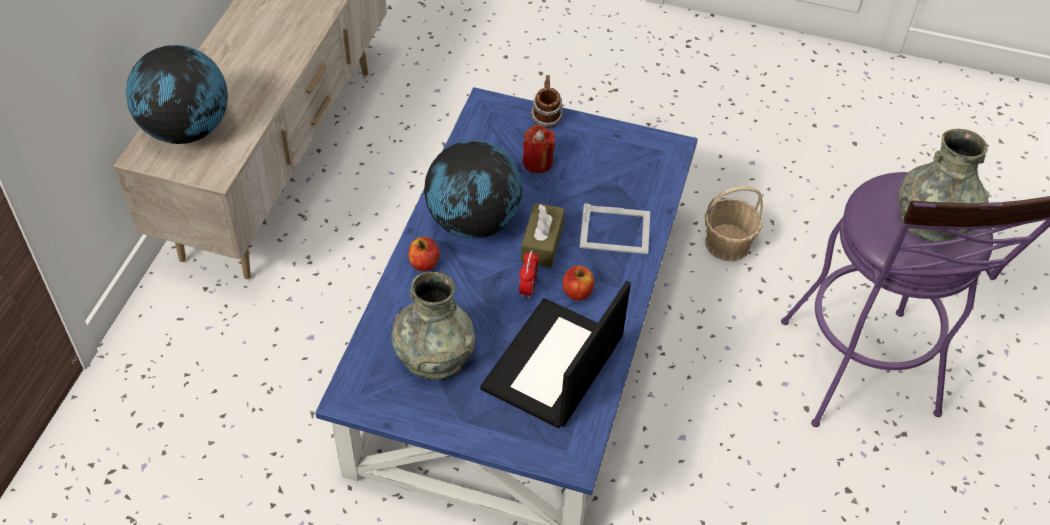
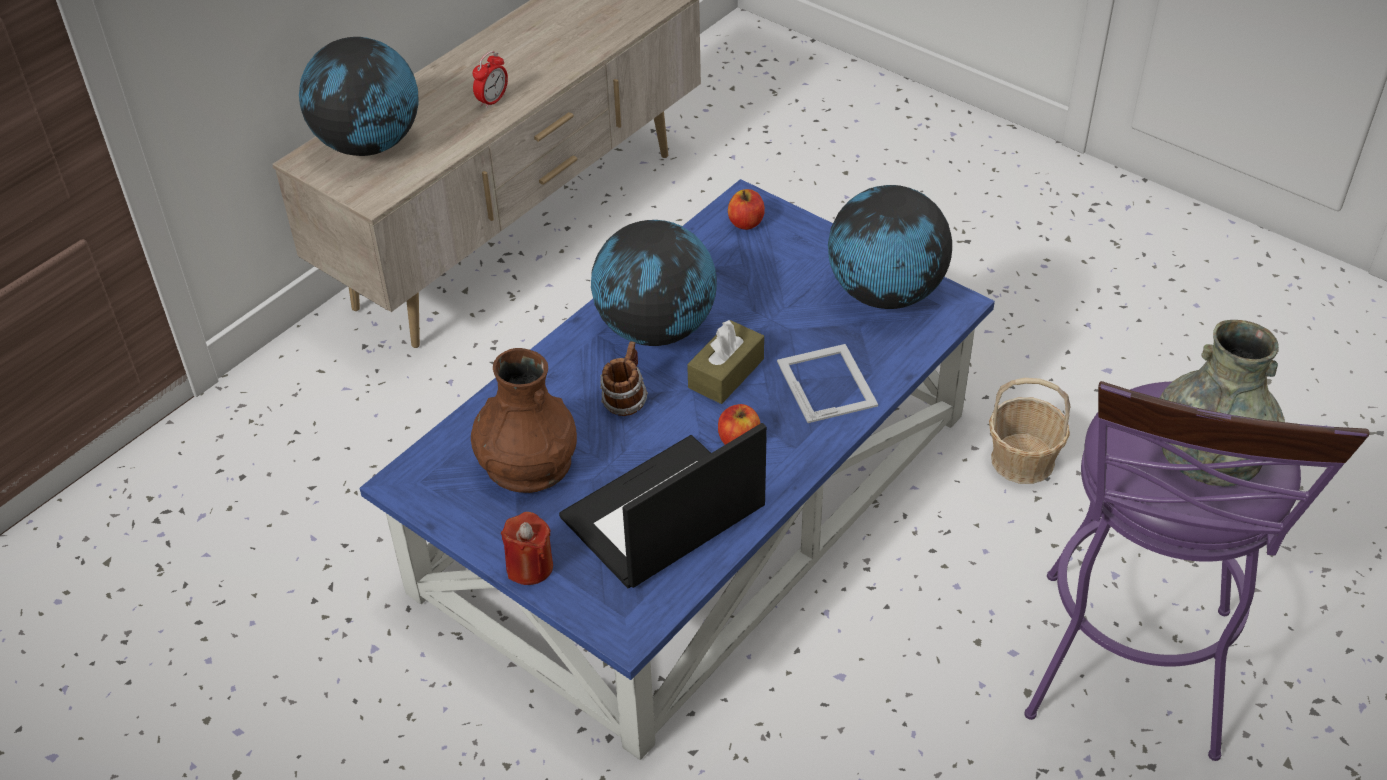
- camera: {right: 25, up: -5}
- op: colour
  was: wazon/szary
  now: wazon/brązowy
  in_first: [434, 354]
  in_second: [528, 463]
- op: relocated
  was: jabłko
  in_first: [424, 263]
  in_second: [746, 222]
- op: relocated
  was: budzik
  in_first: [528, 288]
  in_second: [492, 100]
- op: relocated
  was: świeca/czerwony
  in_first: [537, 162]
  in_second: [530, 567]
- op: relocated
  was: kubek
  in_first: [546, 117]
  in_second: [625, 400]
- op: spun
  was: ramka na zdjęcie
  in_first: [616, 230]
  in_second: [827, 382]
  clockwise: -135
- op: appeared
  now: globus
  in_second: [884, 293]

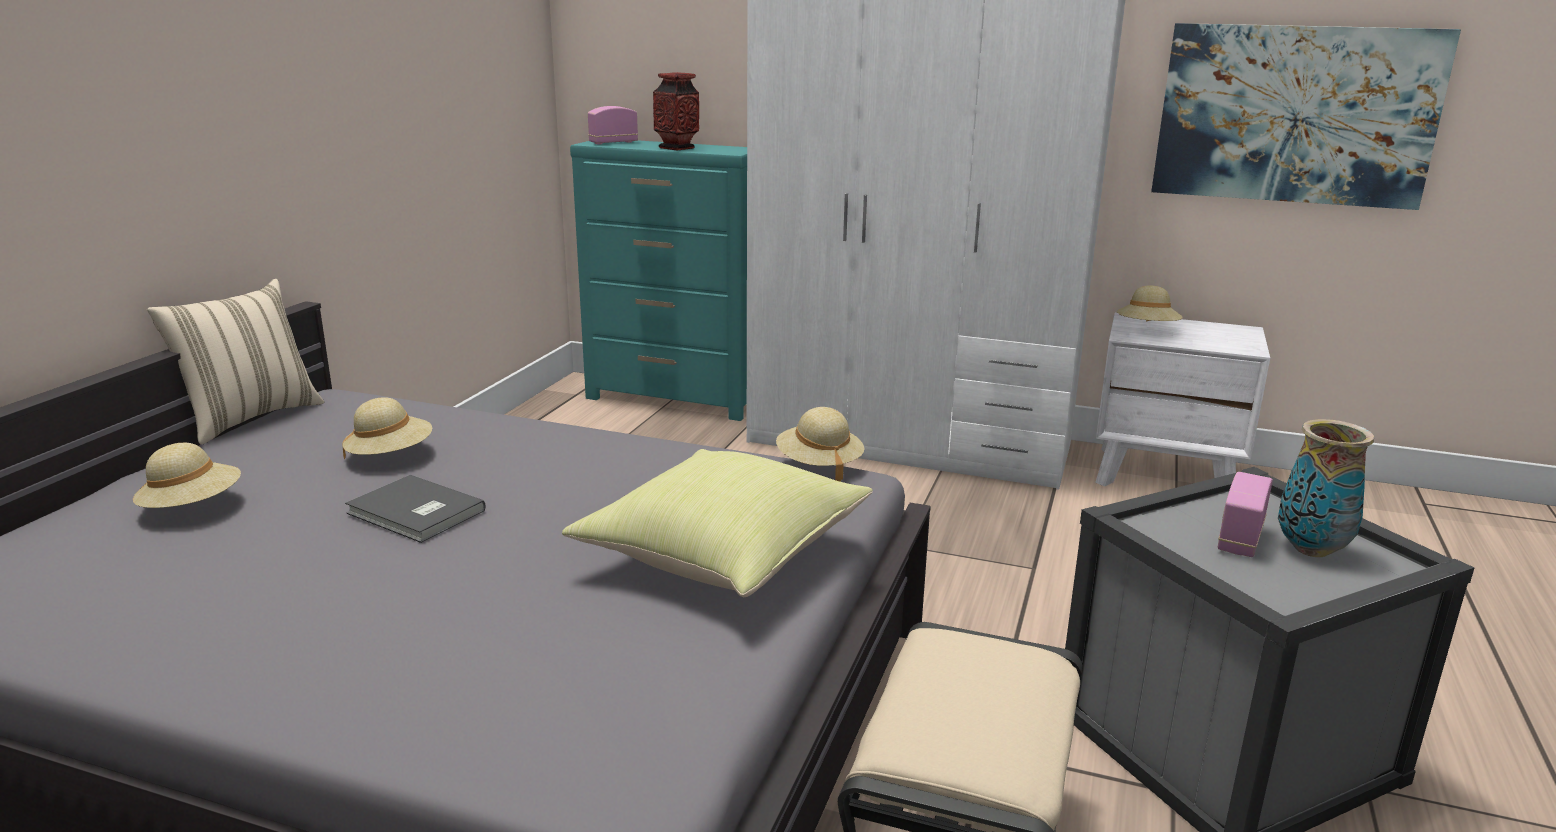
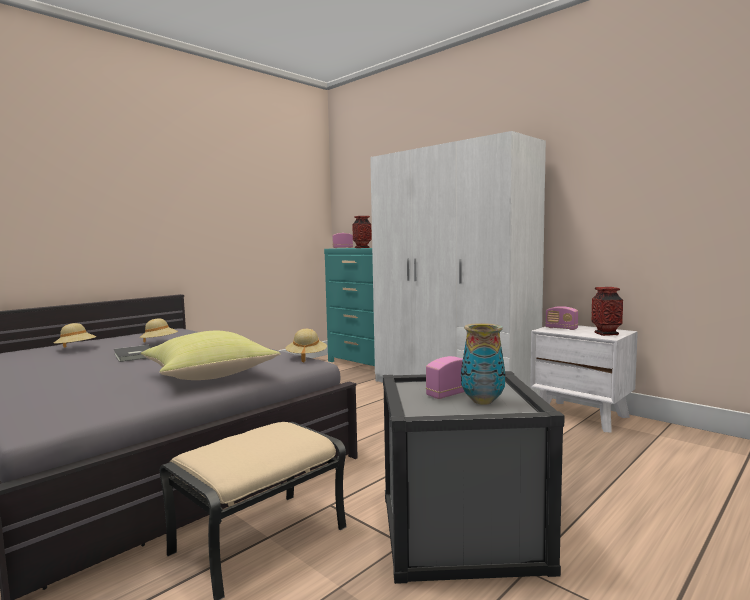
- camera: {right: 25, up: -15}
- op: missing
  was: poduszka/beżowy
  in_first: [249, 418]
- op: exchanged
  was: kapelusz/beżowy
  now: radio
  in_first: [1147, 330]
  in_second: [561, 328]
- op: missing
  was: obraz
  in_first: [1295, 115]
- op: appeared
  now: wazon
  in_second: [606, 334]

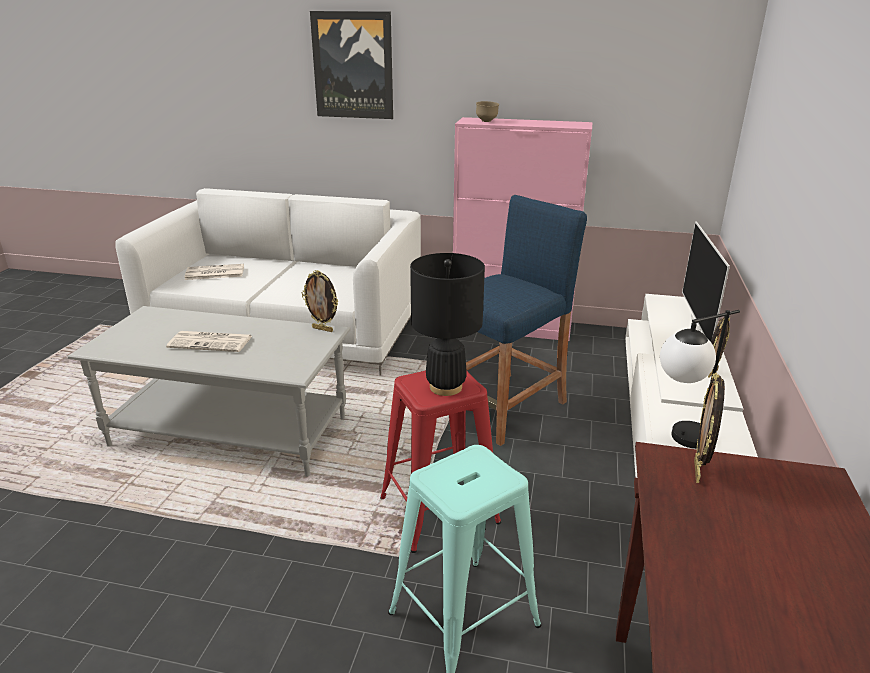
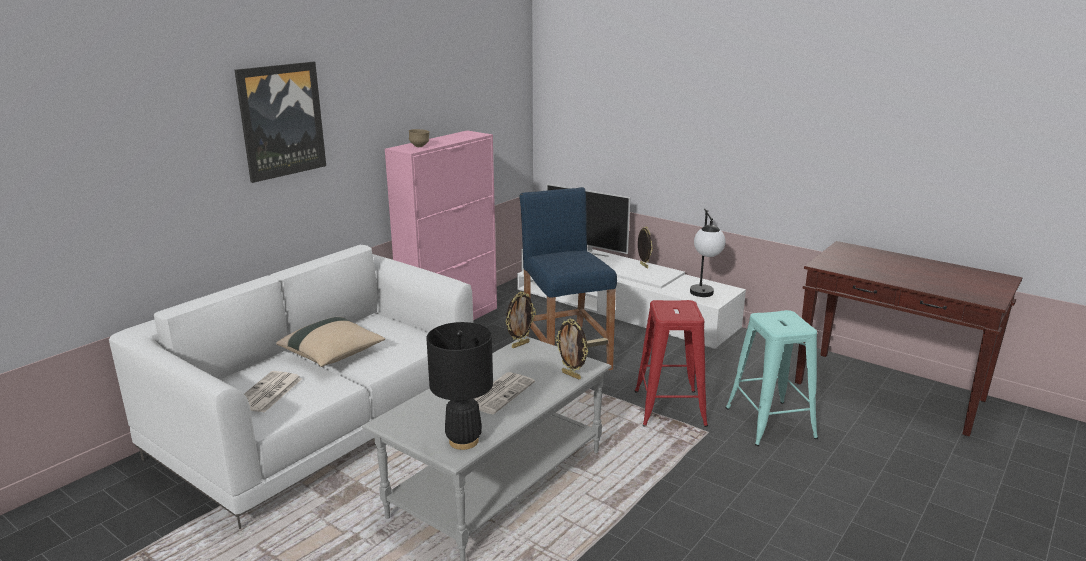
- camera: {right: -65, up: -5}
- op: relocated
  was: lampa stołowa/czarny
  in_first: [445, 387]
  in_second: [463, 441]
- op: relocated
  was: ramka na zdjęcie
  in_first: [698, 471]
  in_second: [572, 375]
- op: appeared
  now: poduszka/beżowy
  in_second: [333, 355]

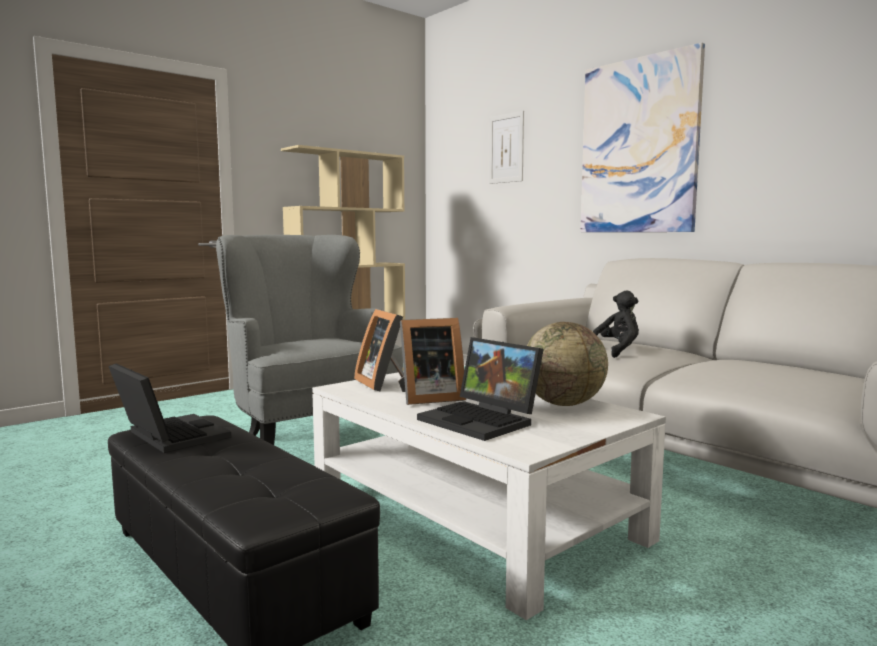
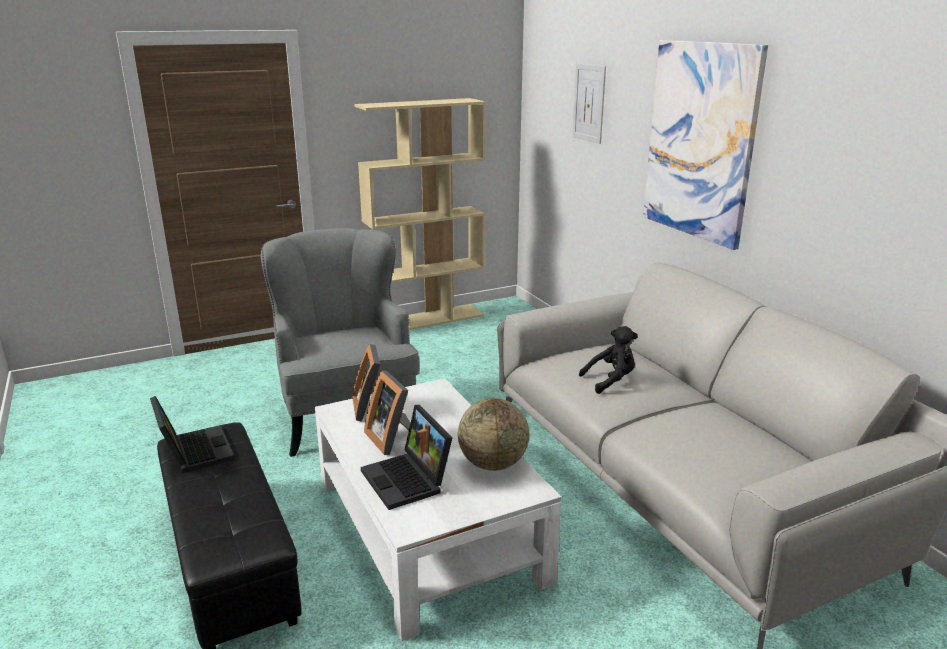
- camera: {right: 15, up: 15}
- op: spun
  was: ramka na zdjęcie
  in_first: [428, 398]
  in_second: [391, 438]
  clockwise: 60

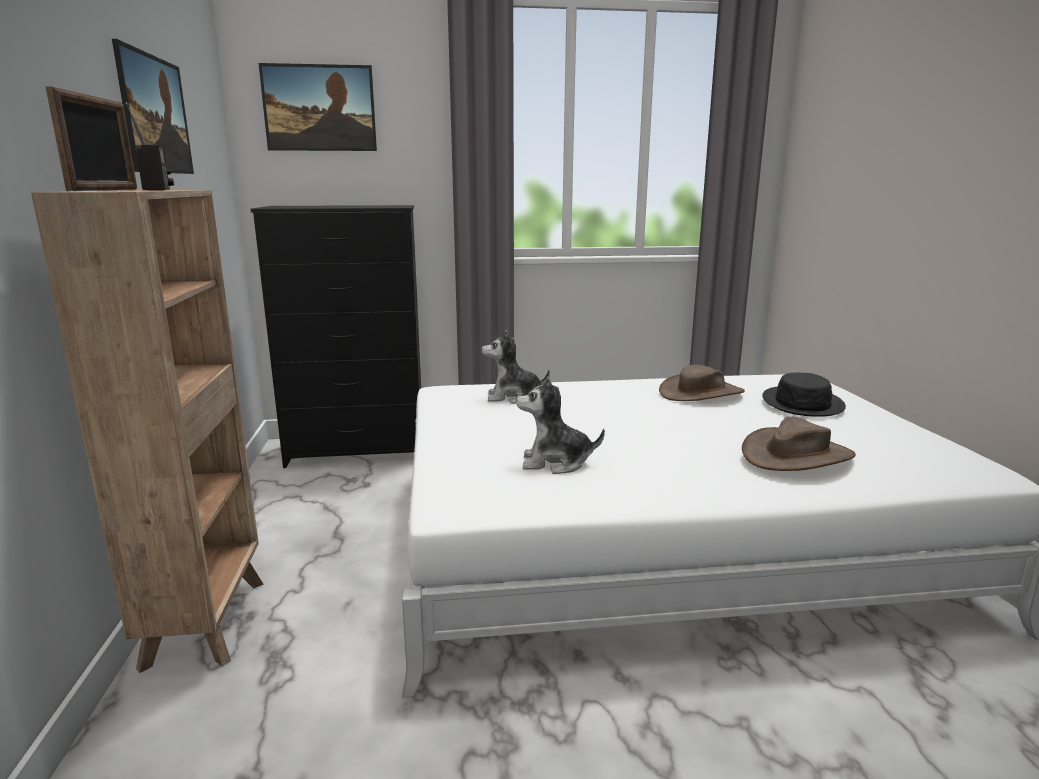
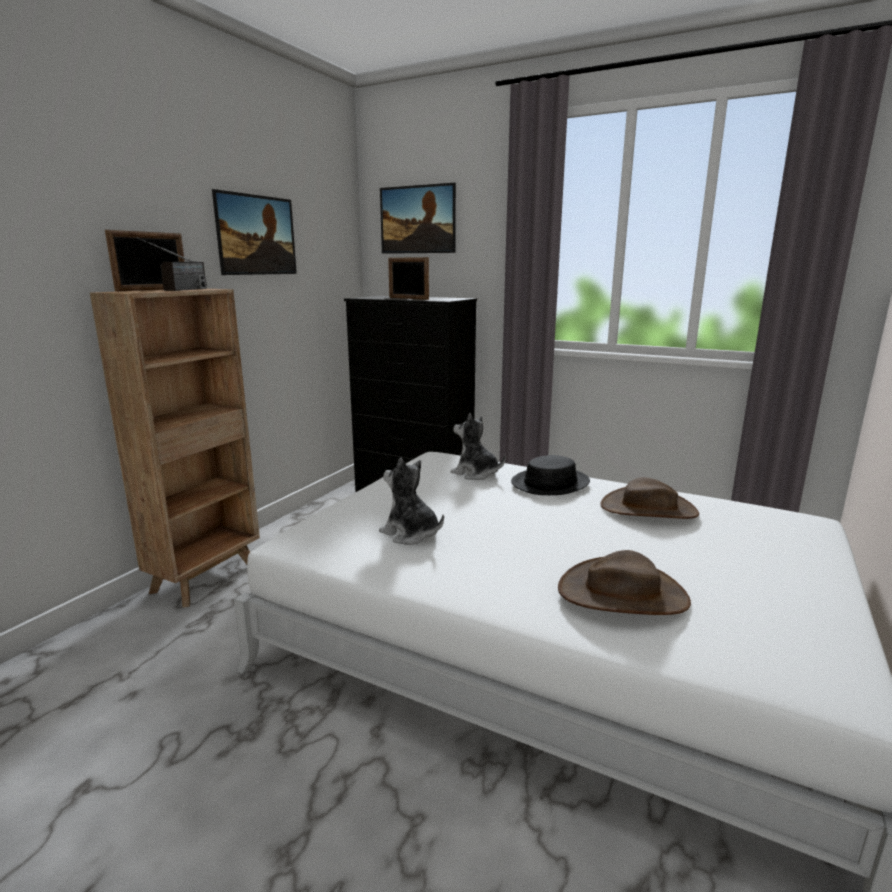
- camera: {right: 35, up: 0}
- op: relocated
  was: kapelusz/czarny
  in_first: [802, 403]
  in_second: [550, 483]
- op: appeared
  now: ramka na zdjęcie
  in_second: [408, 298]

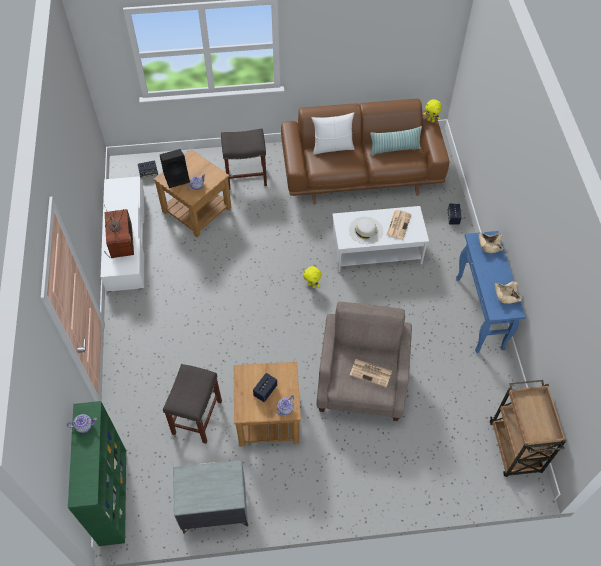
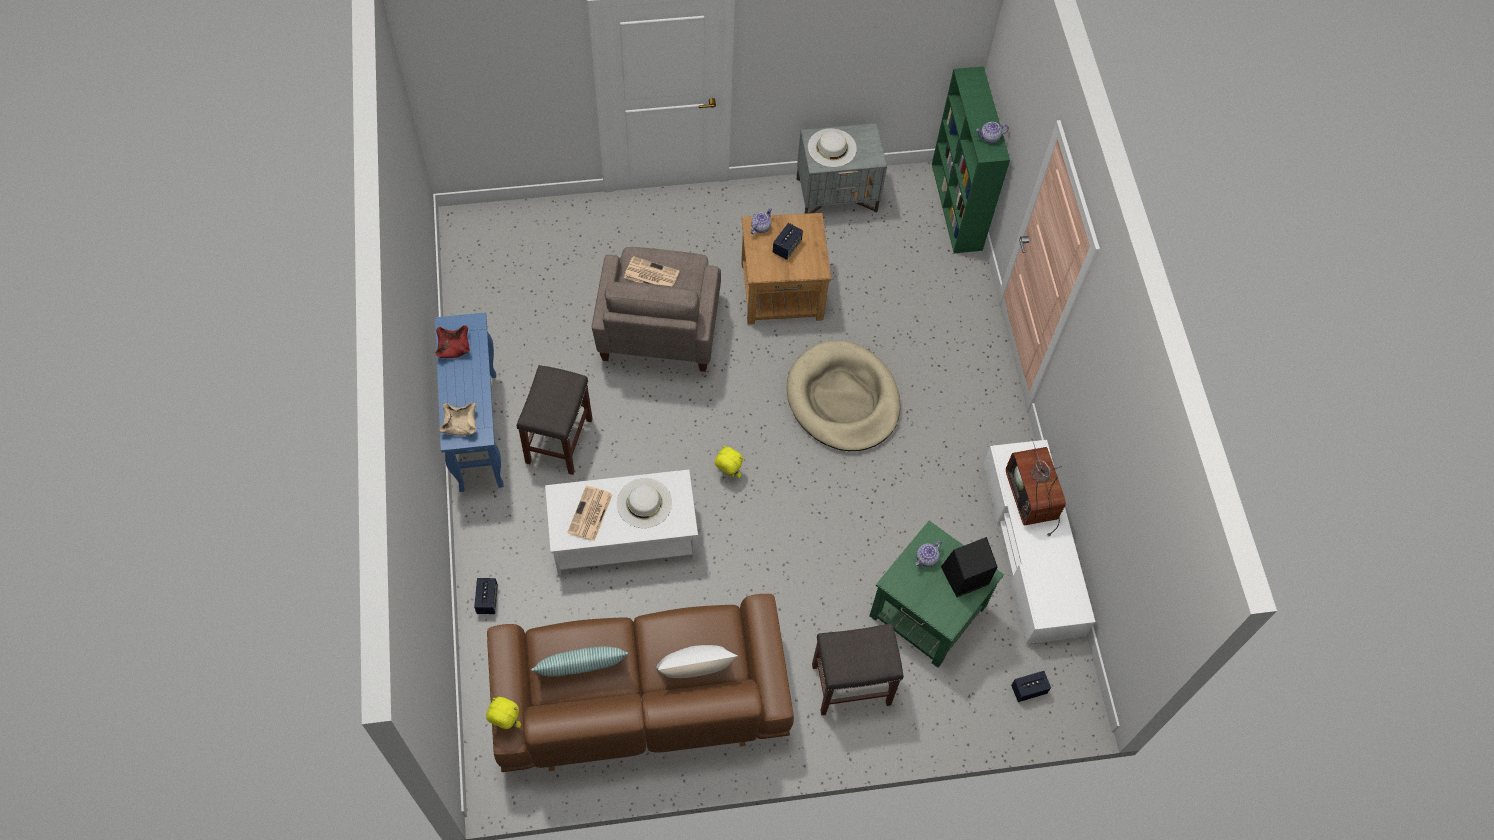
- camera: {right: 175, up: 5}
- op: colour
  was: stolik/brązowy
  now: stolik/zielony
  in_first: [197, 209]
  in_second: [927, 611]
- op: relocated
  was: stołek/szary
  in_first: [197, 418]
  in_second: [559, 440]
- op: missing
  was: wózek/brązowy
  in_first: [515, 448]
- op: colour
  was: miska/beżowy
  now: miska/czerwony
  in_first: [506, 295]
  in_second: [453, 347]
- op: appeared
  now: legowisko/beżowy
  in_second: [843, 399]
- op: appeared
  now: kapelusz/biały
  in_second: [832, 148]

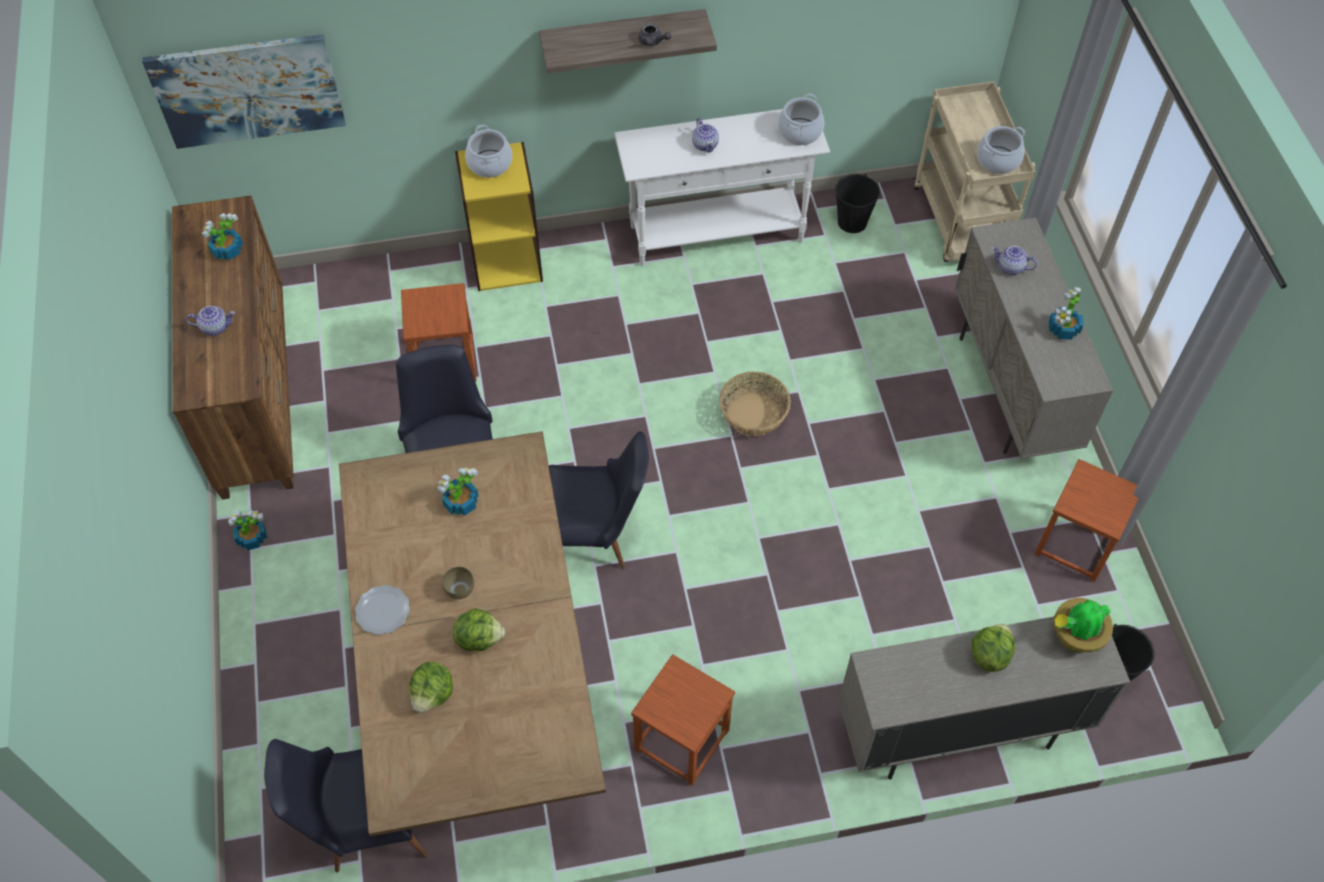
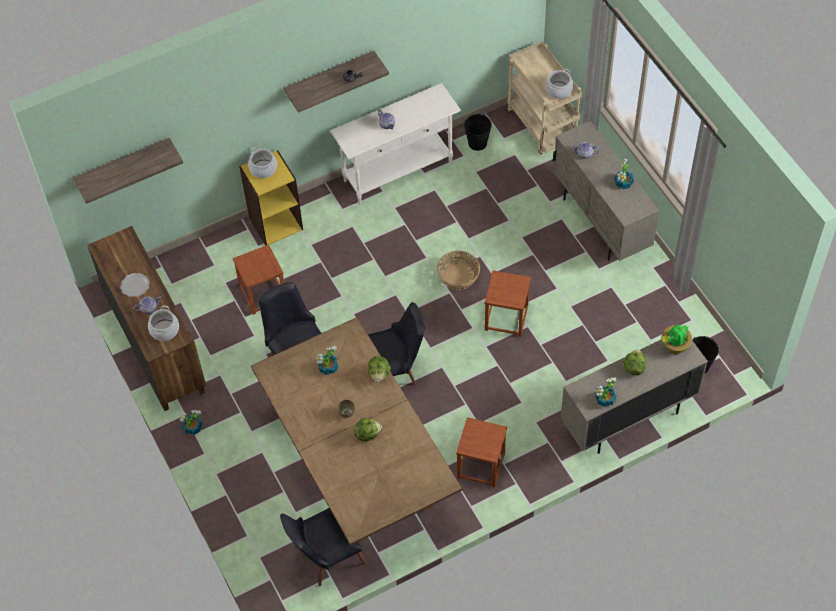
- camera: {right: -15, up: 0}
- op: exchanged
  was: obraz
  now: półka
  in_first: [248, 90]
  in_second: [123, 165]
- op: relocated
  was: roślina doniczkowa
  in_first: [227, 251]
  in_second: [605, 399]
- op: relocated
  was: talerz
  in_first: [383, 612]
  in_second: [135, 286]
- op: relocated
  was: sałata
  in_first: [433, 694]
  in_second: [379, 374]
- op: relocated
  was: garnek
  in_first: [800, 132]
  in_second: [164, 330]
- op: relocated
  was: stołek/brązowy
  in_first: [1075, 543]
  in_second: [506, 318]

